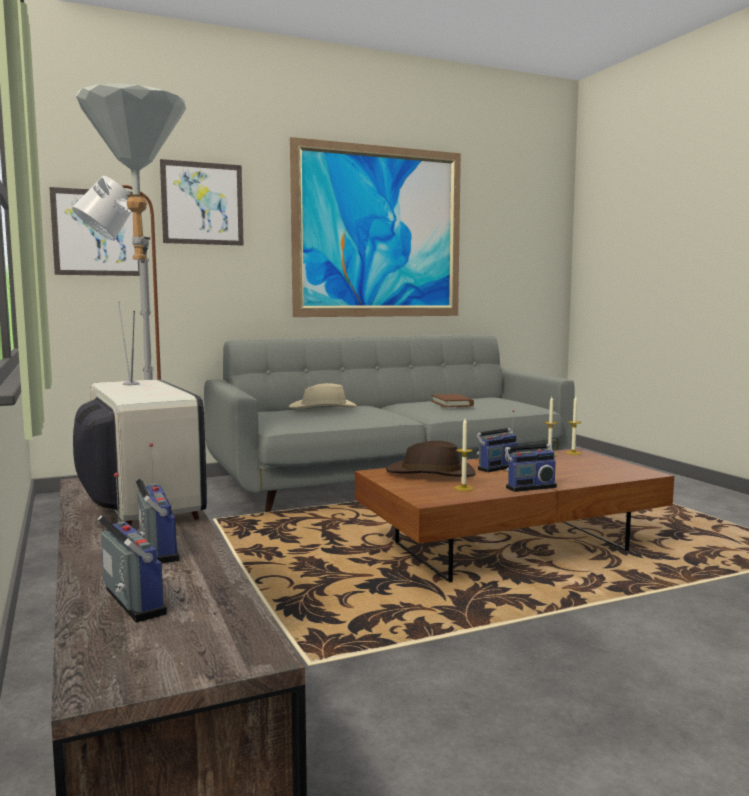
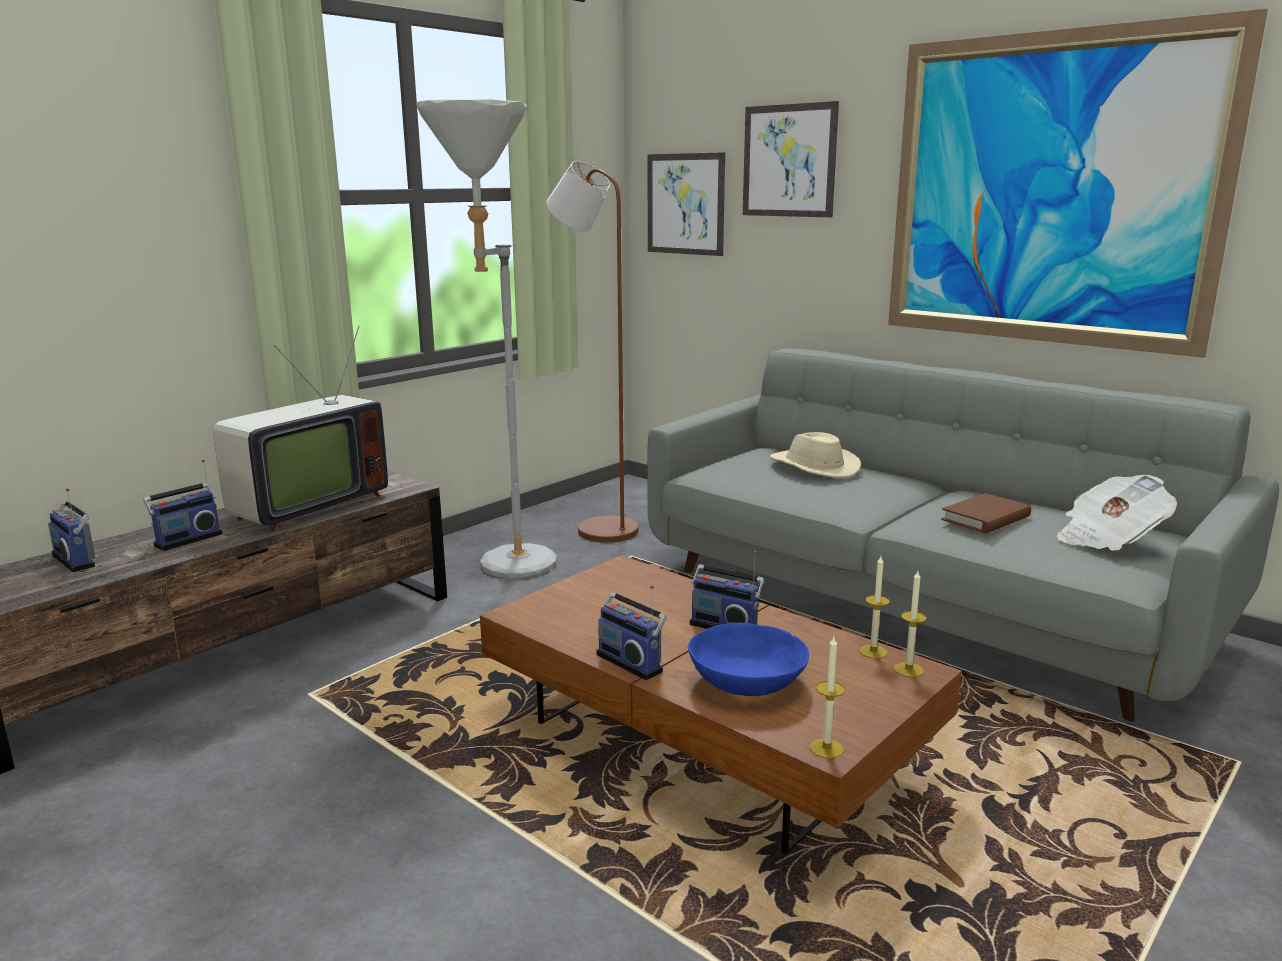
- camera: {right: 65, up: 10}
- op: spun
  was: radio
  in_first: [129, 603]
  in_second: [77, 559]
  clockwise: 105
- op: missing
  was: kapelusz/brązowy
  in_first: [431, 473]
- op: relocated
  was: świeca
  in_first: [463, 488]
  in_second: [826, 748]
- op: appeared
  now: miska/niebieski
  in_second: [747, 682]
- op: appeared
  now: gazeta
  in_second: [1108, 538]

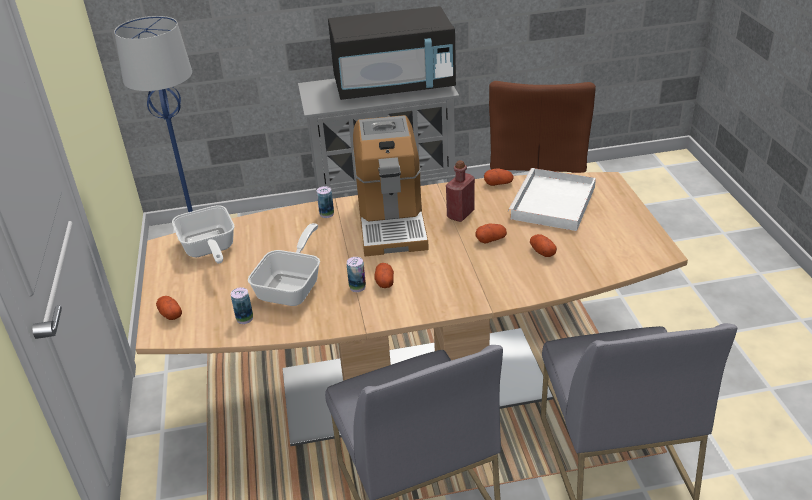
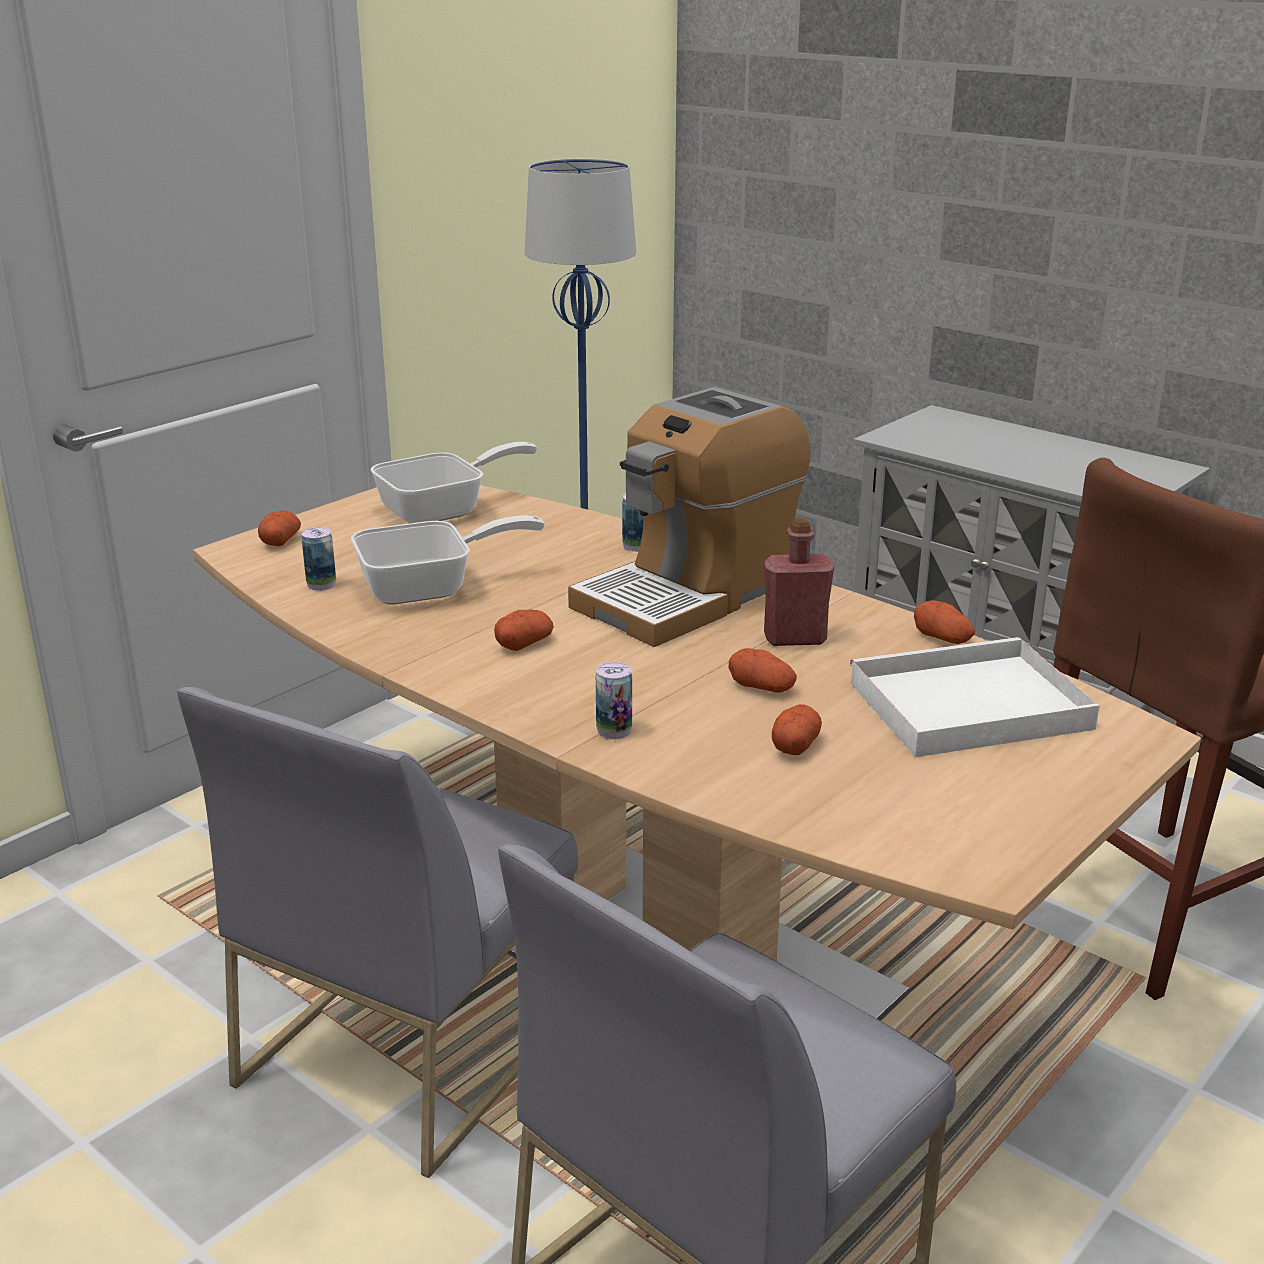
- camera: {right: 50, up: -10}
- op: spun
  was: patelnia
  in_first: [208, 250]
  in_second: [444, 510]
  clockwise: -150
- op: missing
  was: mikrofalówka/czarny
  in_first: [394, 86]
- op: relocated
  was: puszka
  in_first: [357, 287]
  in_second: [614, 731]

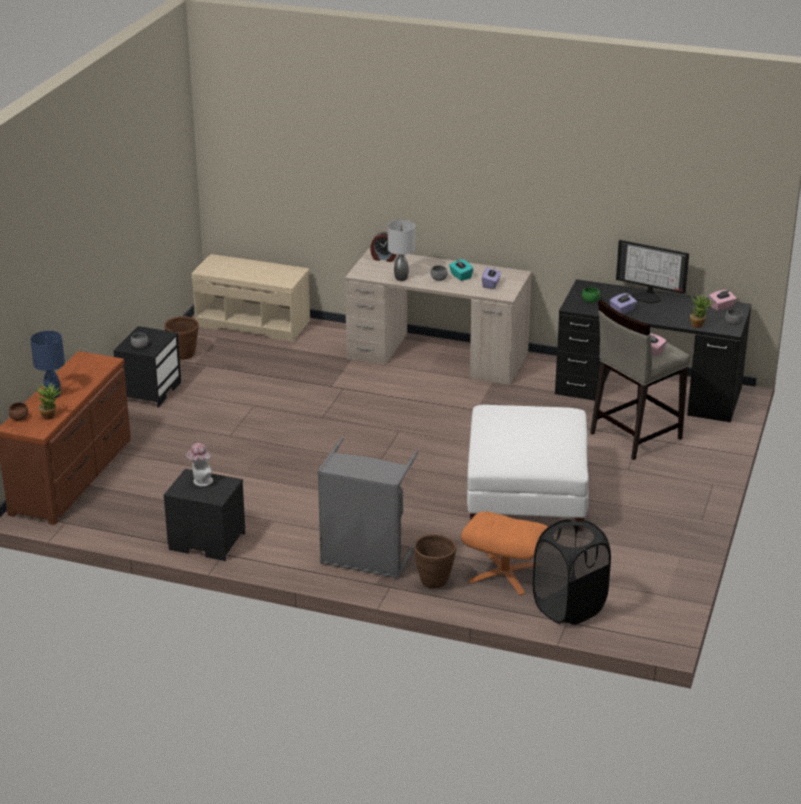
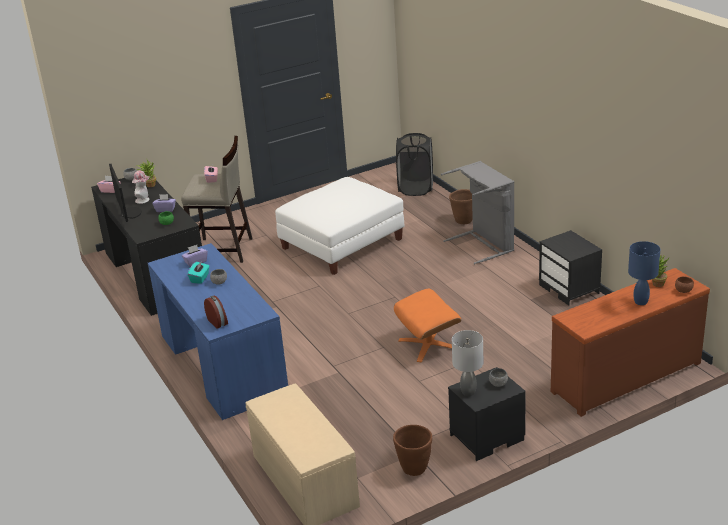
- camera: {right: -135, up: 0}
- op: relocated
  was: kapelusz
  in_first: [200, 482]
  in_second: [144, 200]
- op: colour
  was: biurko/beżowy
  now: biurko/niebieski
  in_first: [437, 356]
  in_second: [223, 363]
- op: relocated
  was: lampa stołowa/szary
  in_first: [401, 278]
  in_second: [468, 392]
- op: relocated
  was: pufa/pomarańczowy
  in_first: [504, 573]
  in_second: [428, 344]

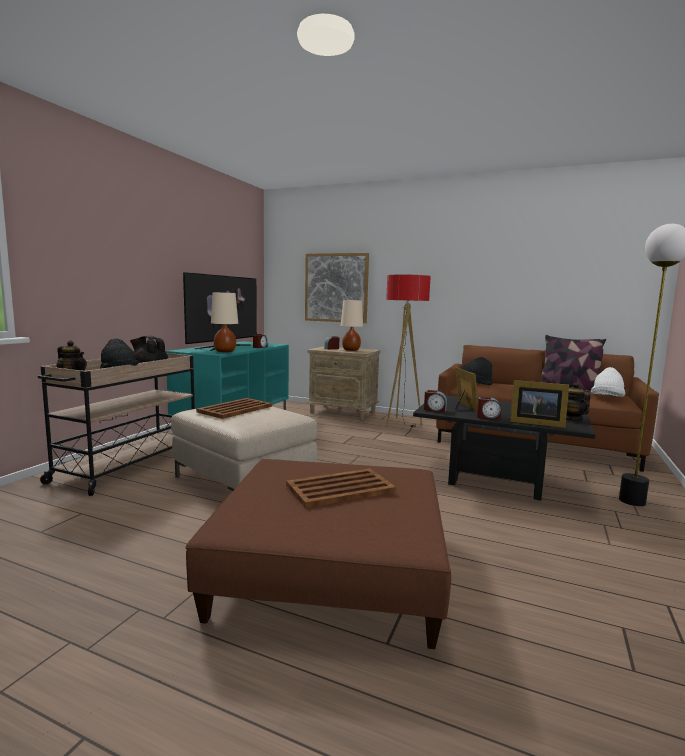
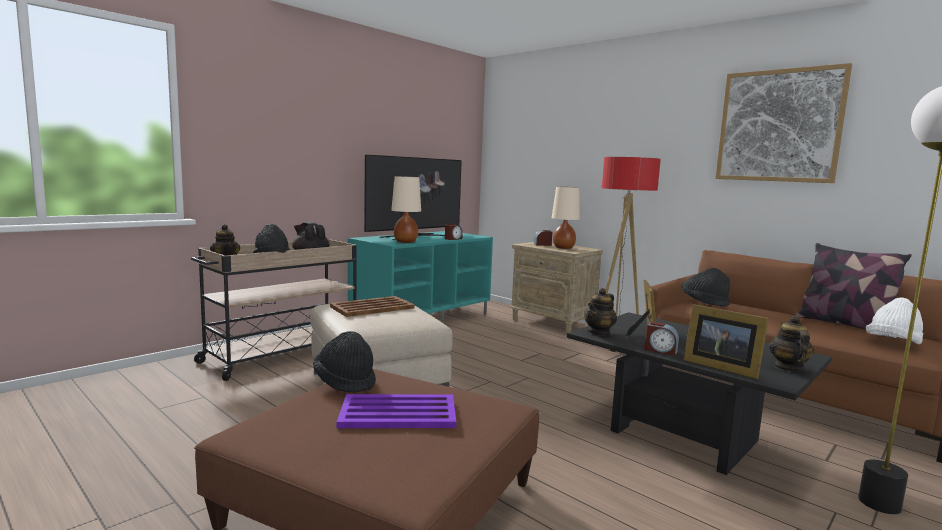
- camera: {right: 20, up: 0}
- op: colour
  was: taca/brązowy
  now: taca/fioletowy
  in_first: [339, 488]
  in_second: [397, 413]
- op: relocated
  was: obraz
  in_first: [336, 288]
  in_second: [779, 126]
- op: exchanged
  was: budzik
  now: imbryk
  in_first: [434, 410]
  in_second: [599, 332]
- op: appeared
  now: kapelusz/czarny
  in_second: [345, 382]

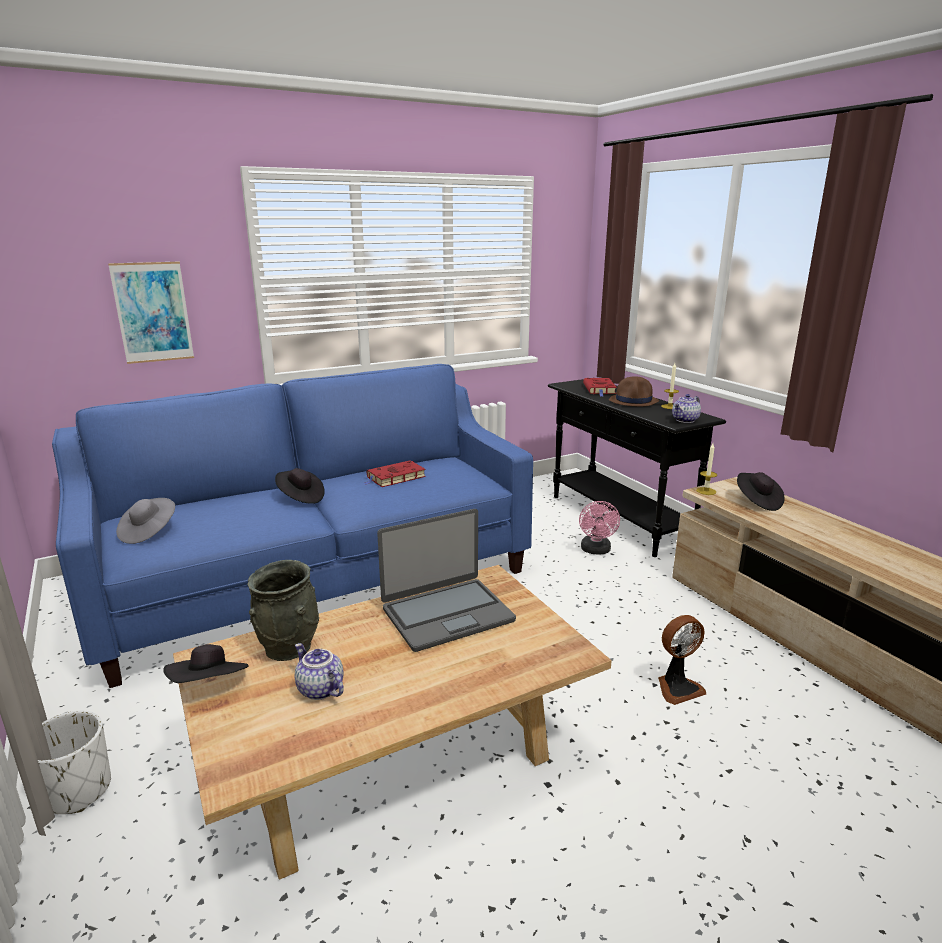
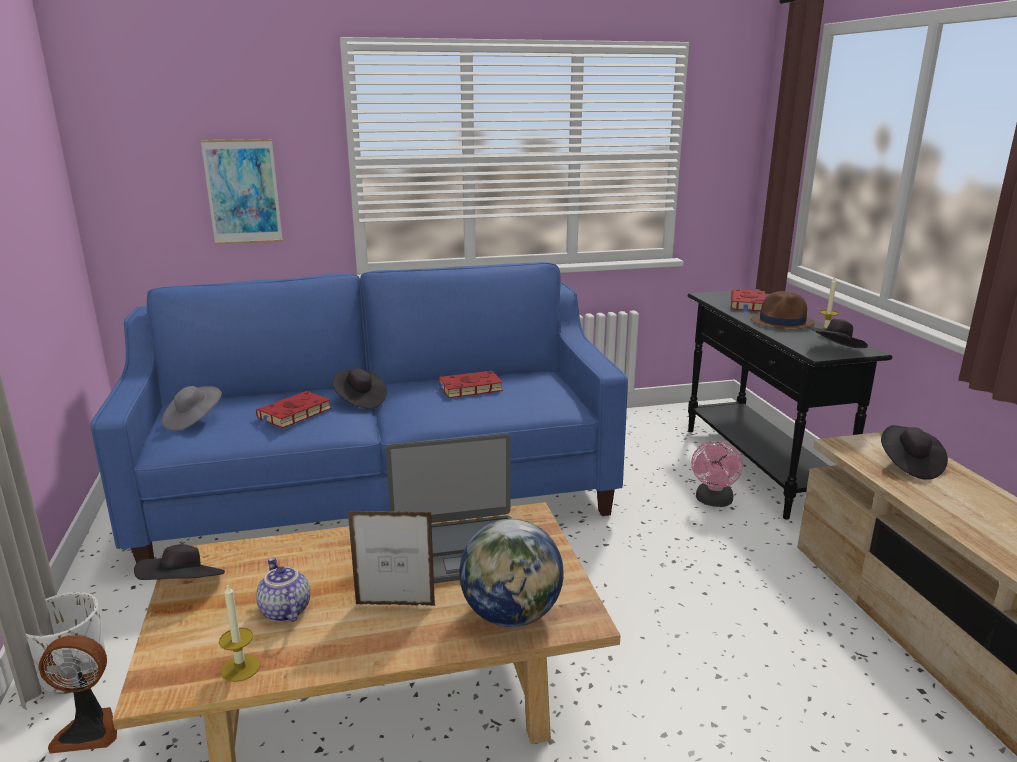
- camera: {right: 15, up: 0}
- op: missing
  was: wazon/szary
  in_first: [288, 647]
- op: relocated
  was: wentylator
  in_first: [677, 687]
  in_second: [88, 730]
- op: exchanged
  was: imbryk
  now: kapelusz/czarny
  in_first: [685, 420]
  in_second: [835, 351]
- op: relocated
  was: świeca
  in_first: [706, 491]
  in_second: [240, 668]
- op: appeared
  now: książka/czerwony
  in_second: [293, 414]
- op: appeared
  now: ramka na zdjęcie
  in_second: [395, 605]
- op: appeared
  now: globus
  in_second: [511, 615]

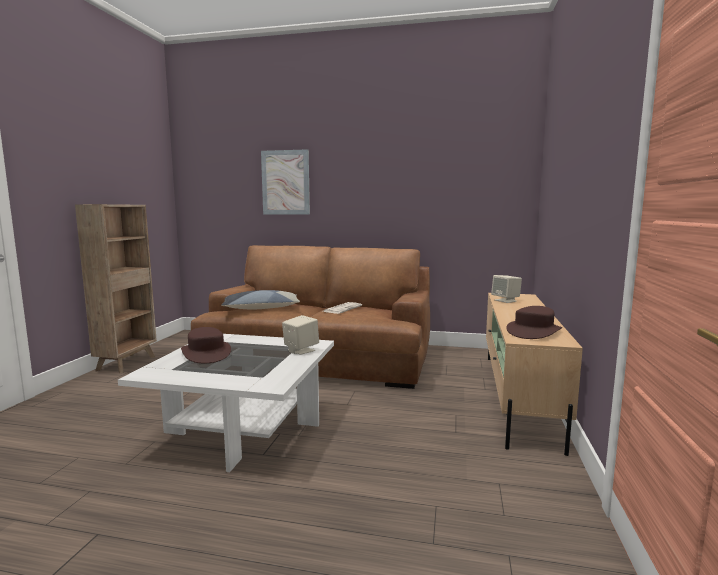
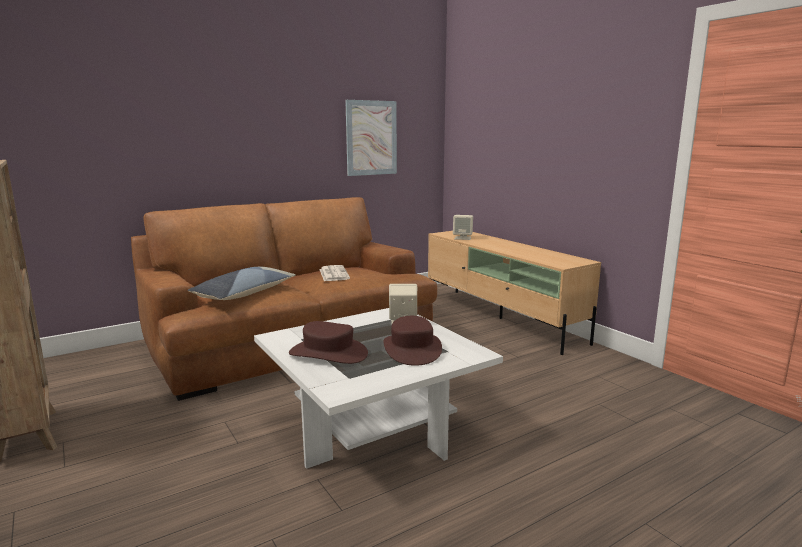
- camera: {right: -45, up: 5}
- op: relocated
  was: obraz
  in_first: [285, 182]
  in_second: [371, 138]
- op: relocated
  was: kapelusz/brązowy
  in_first: [533, 331]
  in_second: [412, 349]

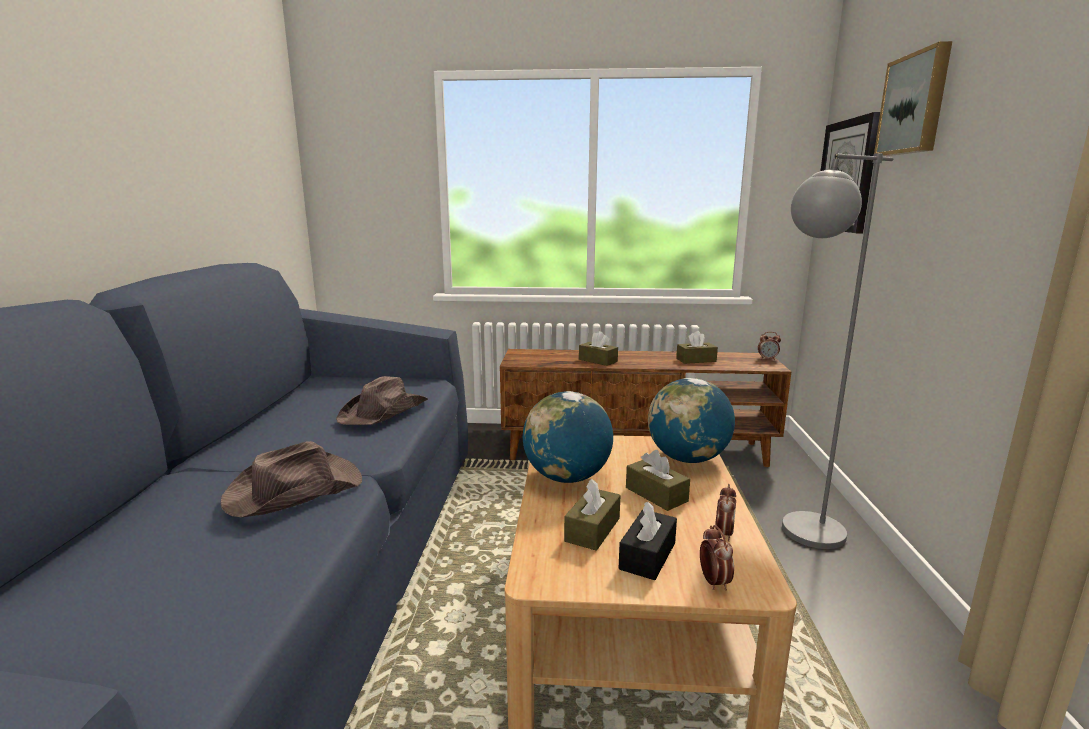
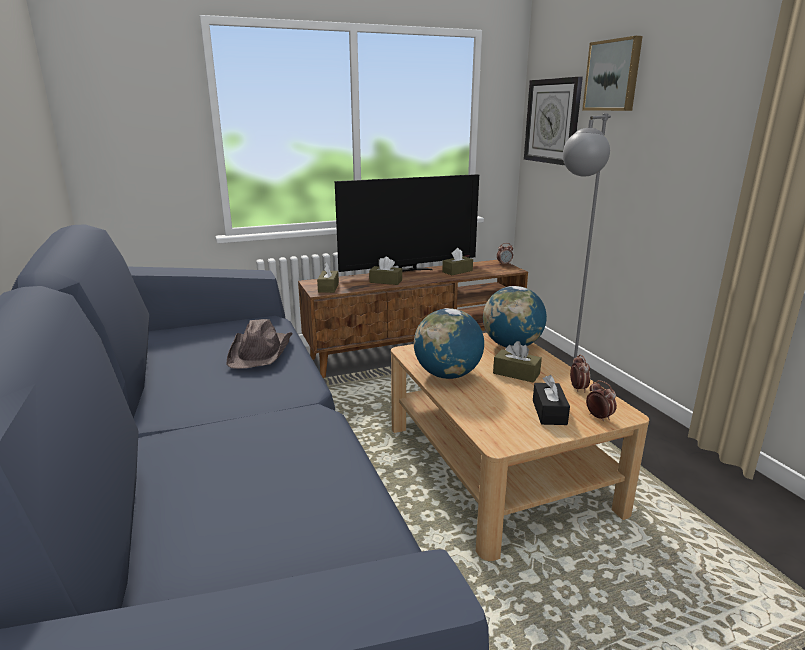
- camera: {right: -25, up: 5}
- op: missing
  was: kapelusz/brązowy
  in_first: [292, 491]
- op: relocated
  was: pudełko chusteczek/brązowy
  in_first: [592, 529]
  in_second: [328, 287]
- op: appeared
  now: telewizor
  in_second: [408, 271]

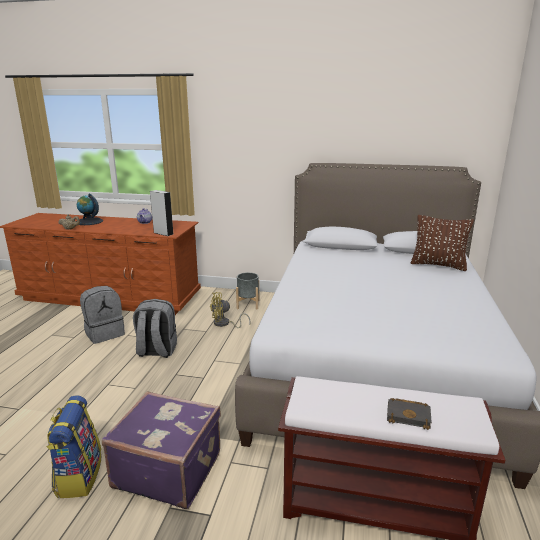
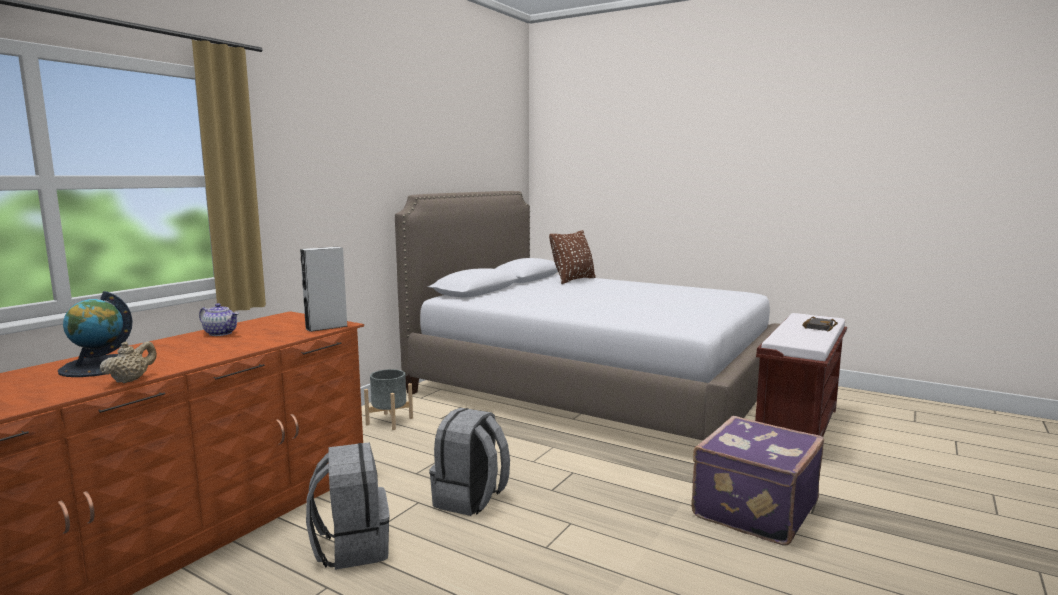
- camera: {right: -70, up: -10}
- op: missing
  was: plecak
  in_first: [78, 476]
- op: missing
  was: wentylator/żółty
  in_first: [224, 324]

